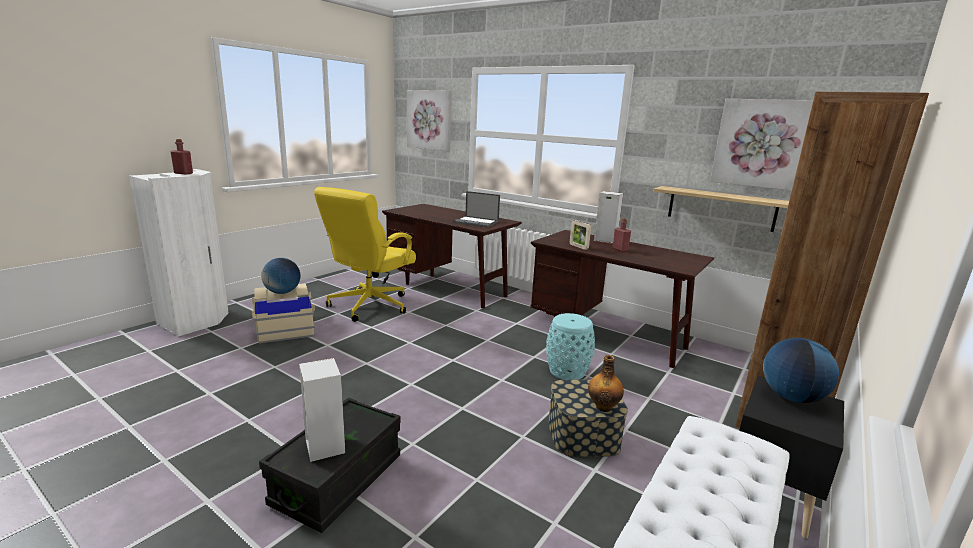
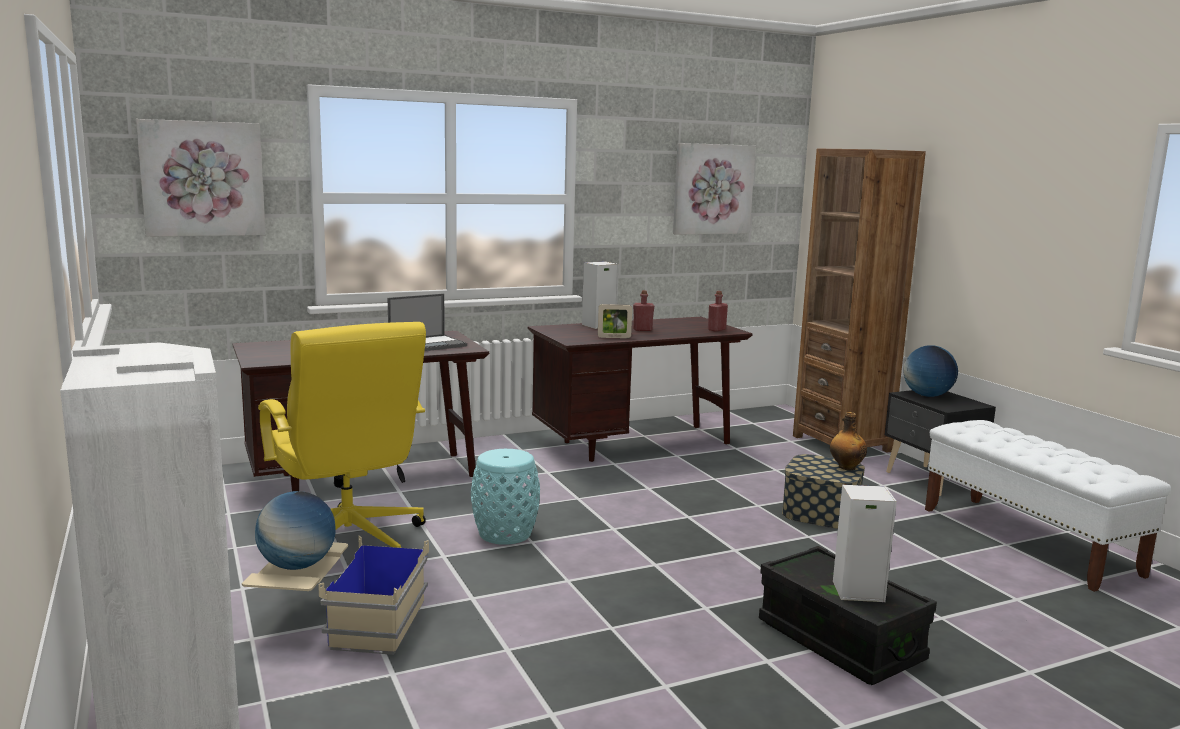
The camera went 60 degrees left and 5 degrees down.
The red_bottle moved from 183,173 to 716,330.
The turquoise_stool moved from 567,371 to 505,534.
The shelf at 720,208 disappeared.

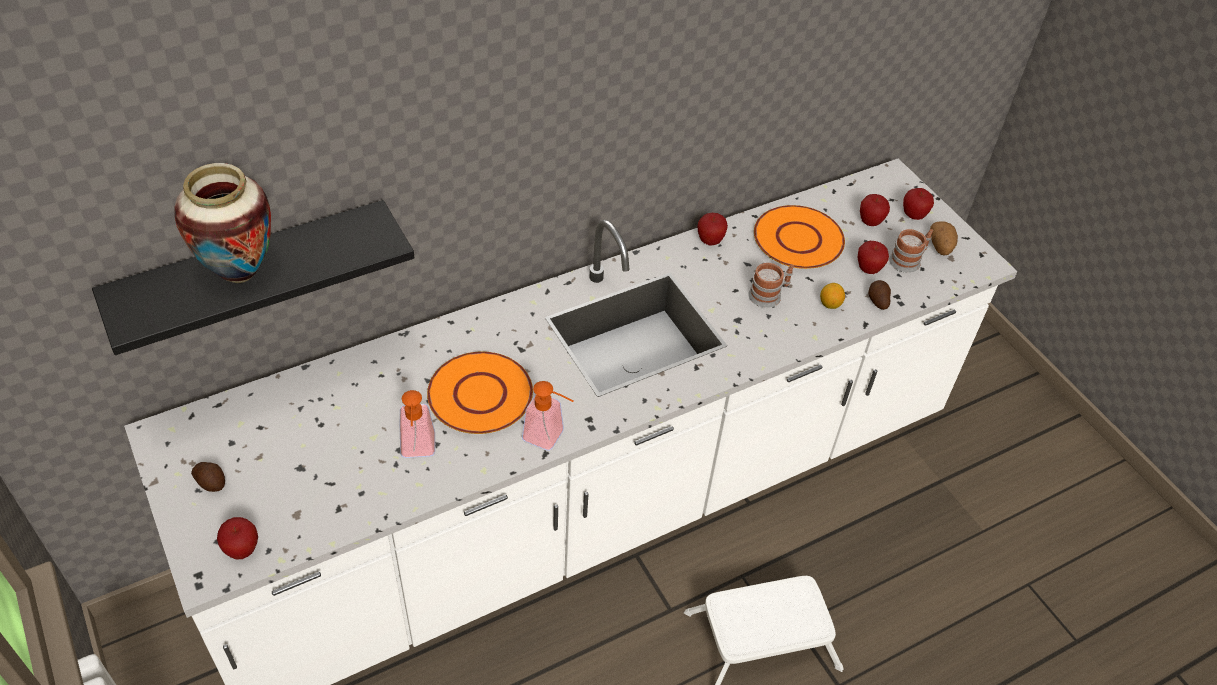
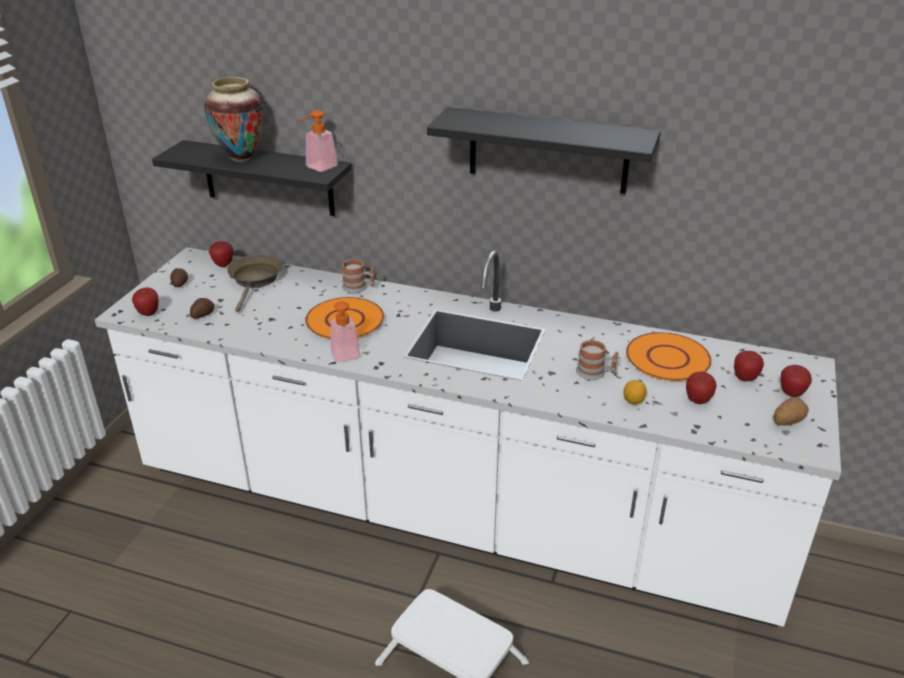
The camera went 50 degrees right and 15 degrees down.
The soap_dispenser moved from 418,451 to 317,168.
The apple moved from 710,241 to 223,265.
The potato moved from 877,300 to 202,314.
The mug moved from 908,260 to 359,288.
The brown_frying_pan at 255,280 appeared.
The black_shelf at 548,151 appeared.

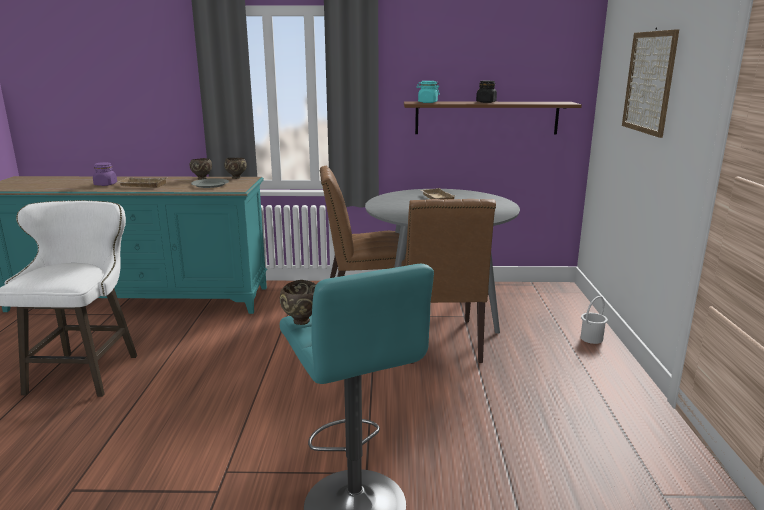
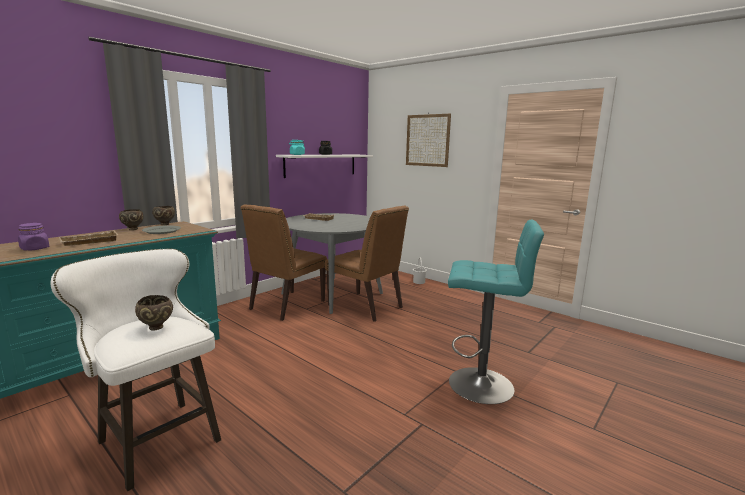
The camera went 50 degrees left and 5 degrees down.
The brown_bowl moved from 302,322 to 157,328.
The brown_shelf at 486,118 became the white_shelf at 321,165.

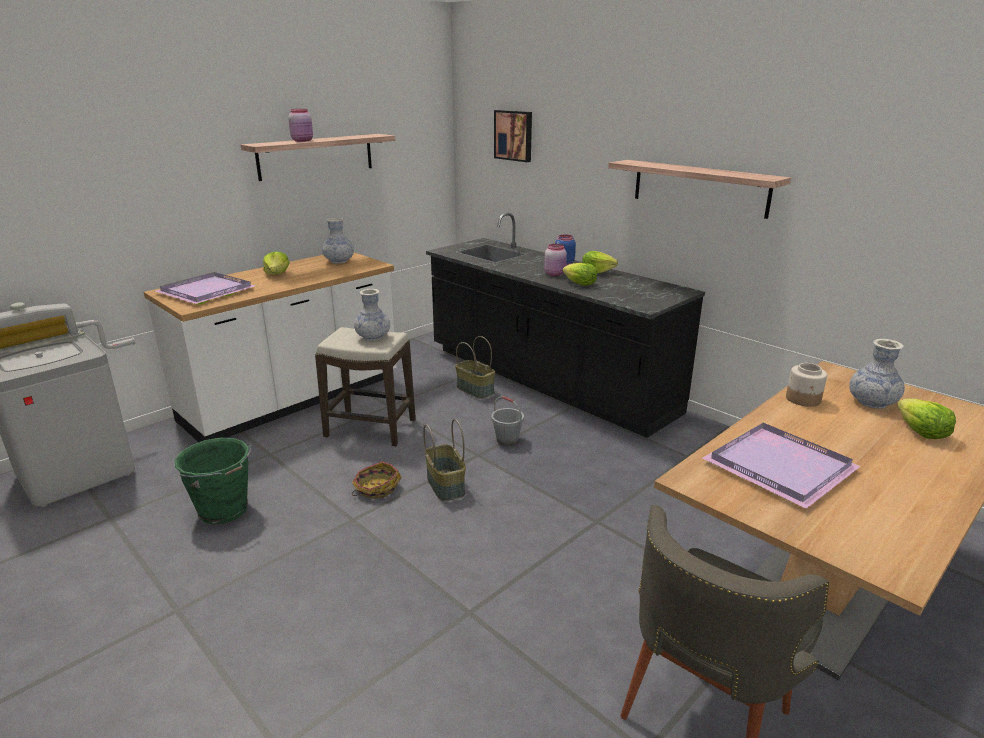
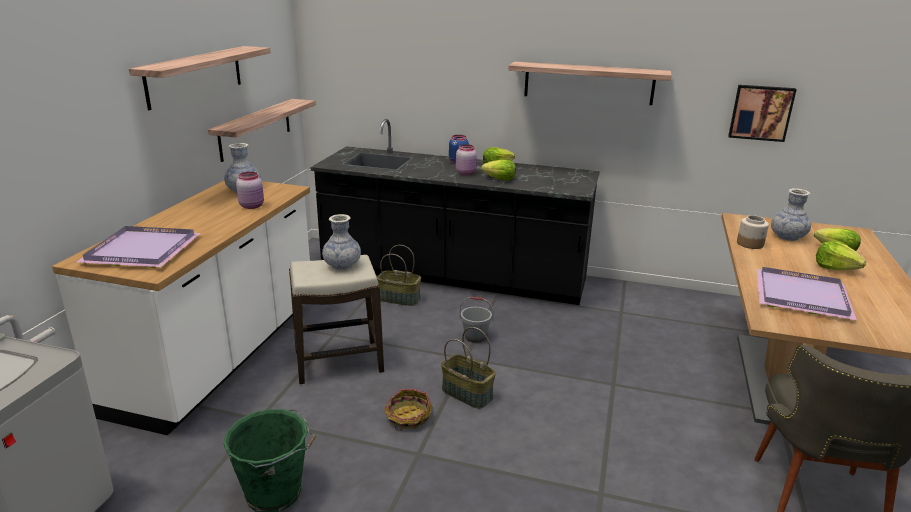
The camera went 30 degrees left and 0 degrees up.
The lettuce moved from 277,274 to 835,268.
The pink_jar moved from 303,141 to 252,206.
The picture moved from 514,135 to 761,112.
The shelf at 255,129 appeared.

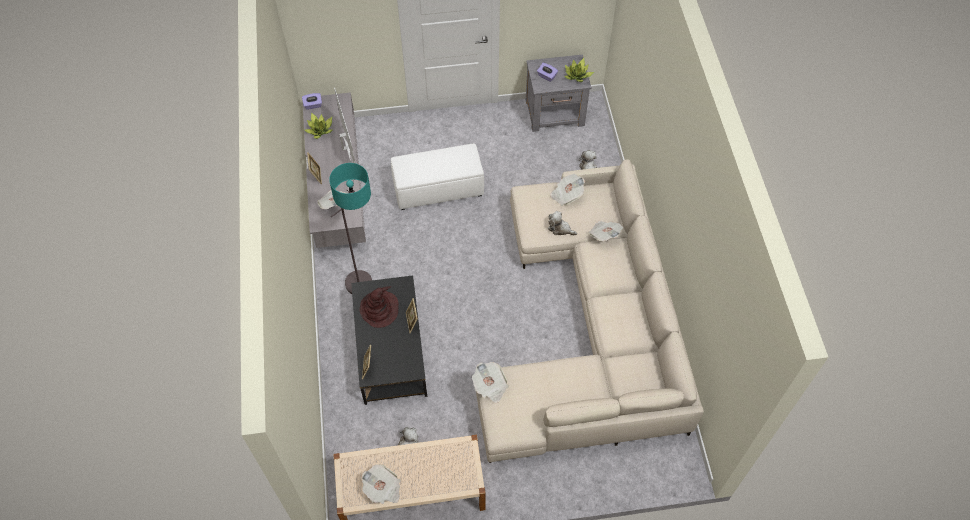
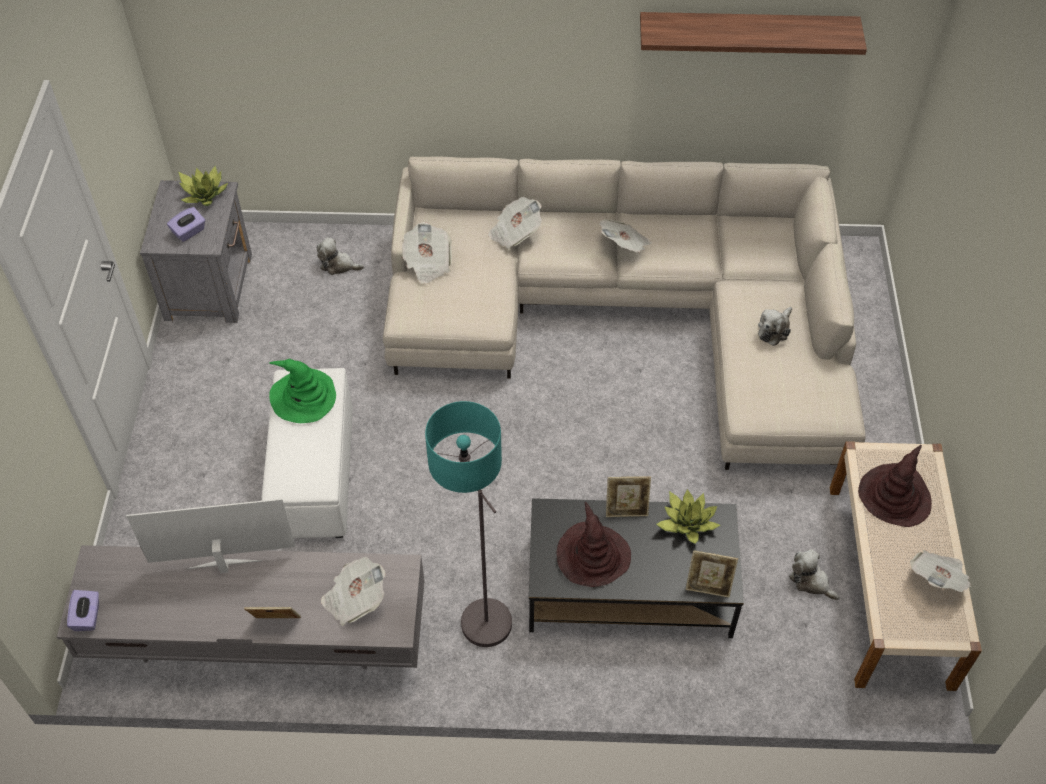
The camera went 80 degrees left and 5 degrees down.
The potted_plant moved from 320,130 to 686,523.
The newspaper moved from 490,386 to 625,245.
The plush_toy moved from 560,228 to 774,330.
The green_hat at 304,397 appeared.
The shelf at 747,32 appeared.
The brown_hat at 894,496 appeared.

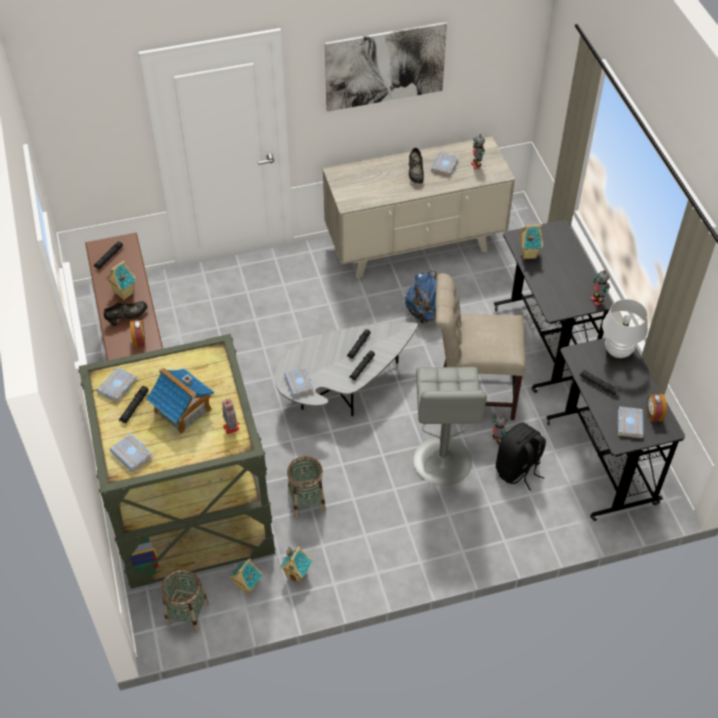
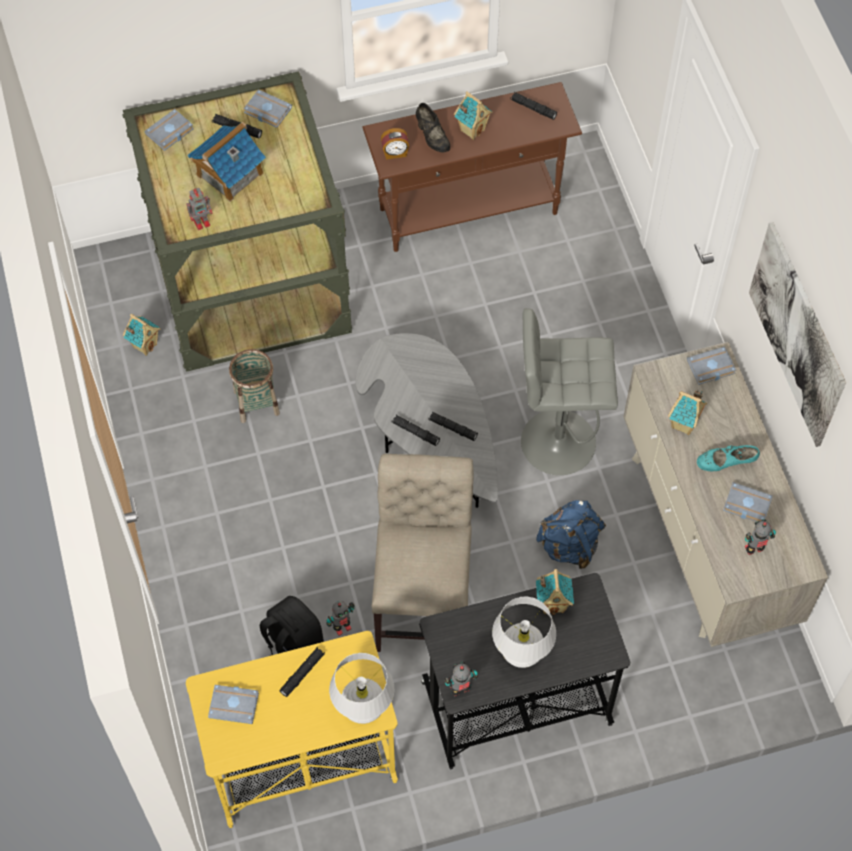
The camera went 90 degrees right and 10 degrees up.
The basket at 187,614 disappeared.
The toy_house moved from 297,574 to 684,425.
The grey_book moved from 300,384 to 710,368.
The black_shoe at 415,174 became the turquoise_shoe at 725,463.
The grey_stool moved from 442,461 to 557,441.
The black_desk at 601,462 became the yellow_desk at 301,760.
The alarm_clock at 653,414 disappeared.
The white_table_lamp at 521,652 appeared.

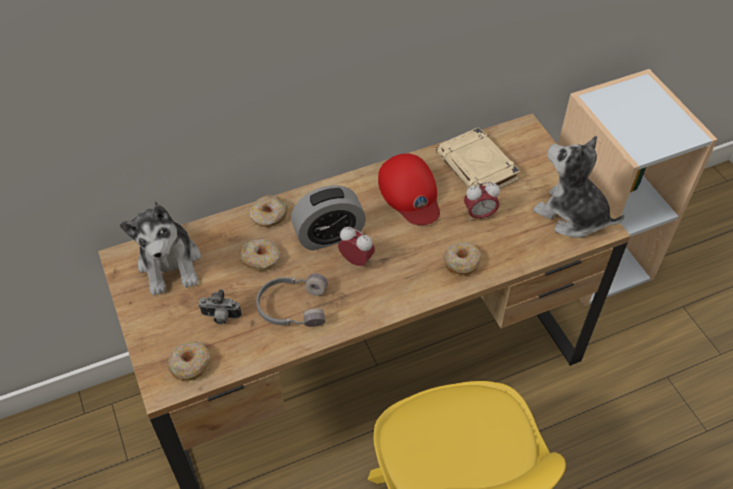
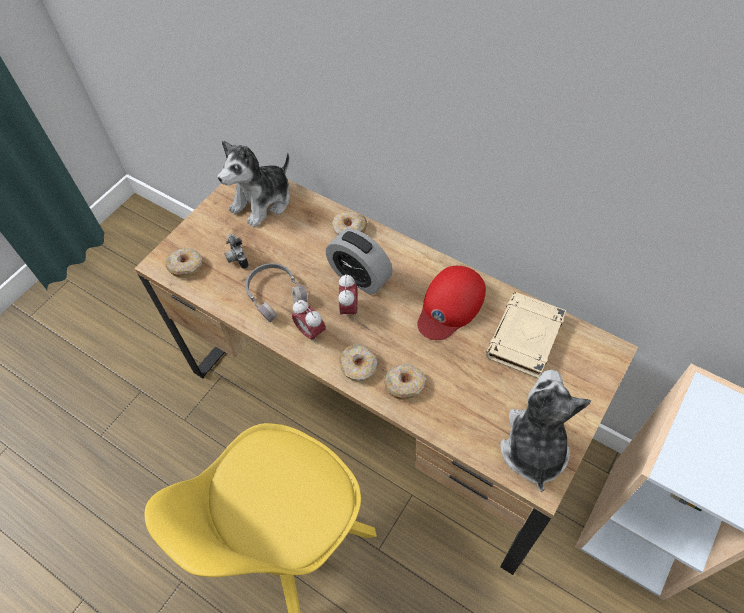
The camera went 60 degrees right and 5 degrees up.
The donut moved from 261,258 to 359,366.
The alarm_clock moved from 479,215 to 310,332.

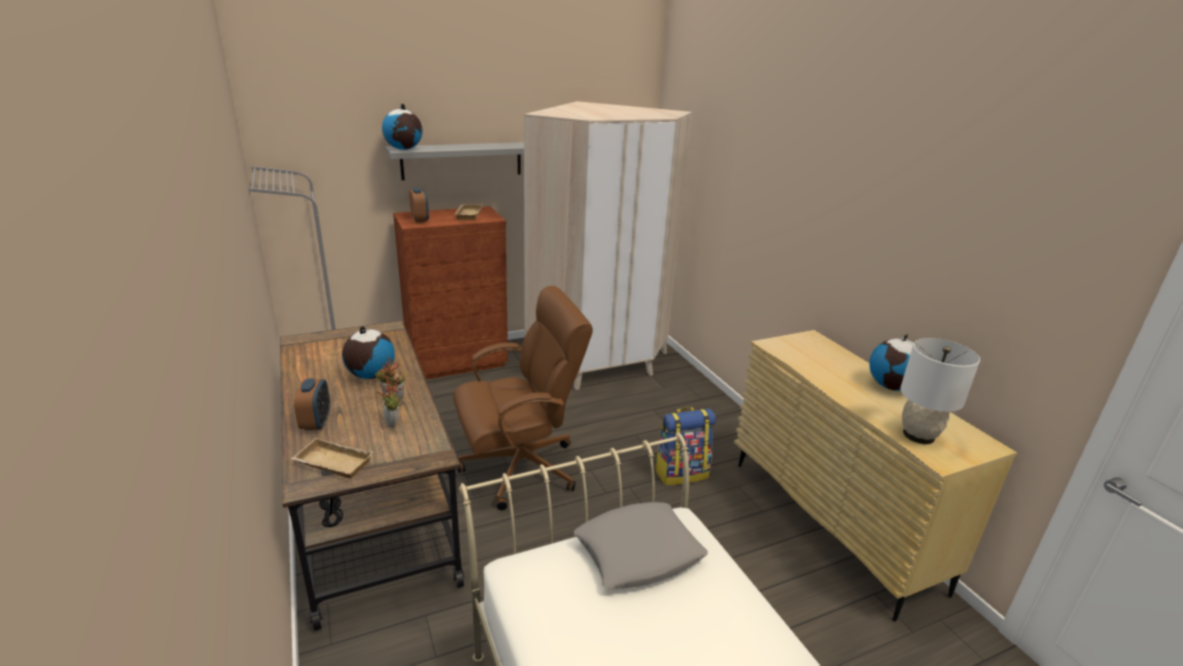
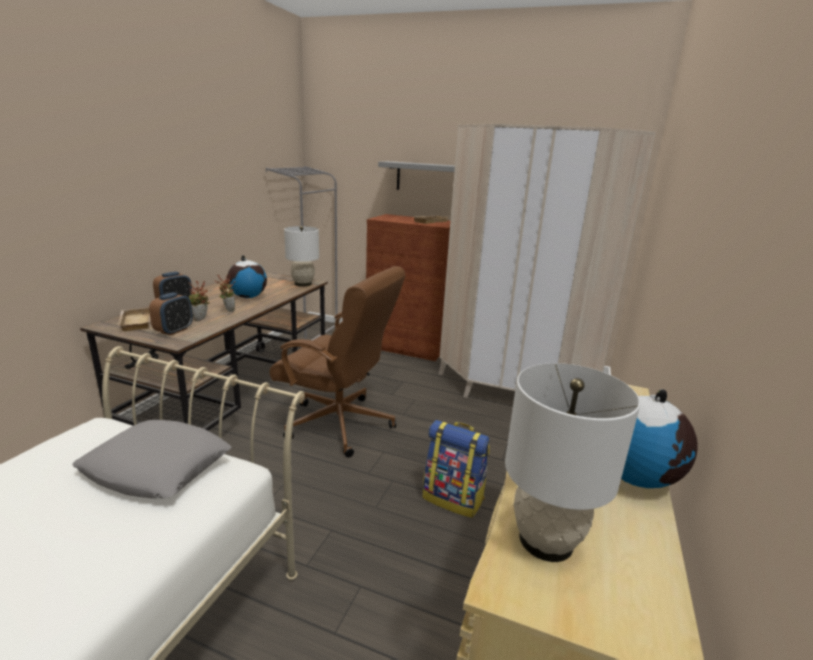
The camera went 45 degrees right and 5 degrees down.
The globe at 404,149 disappeared.
The alarm_clock moved from 420,219 to 174,331.
The white_table_lamp at 303,284 appeared.

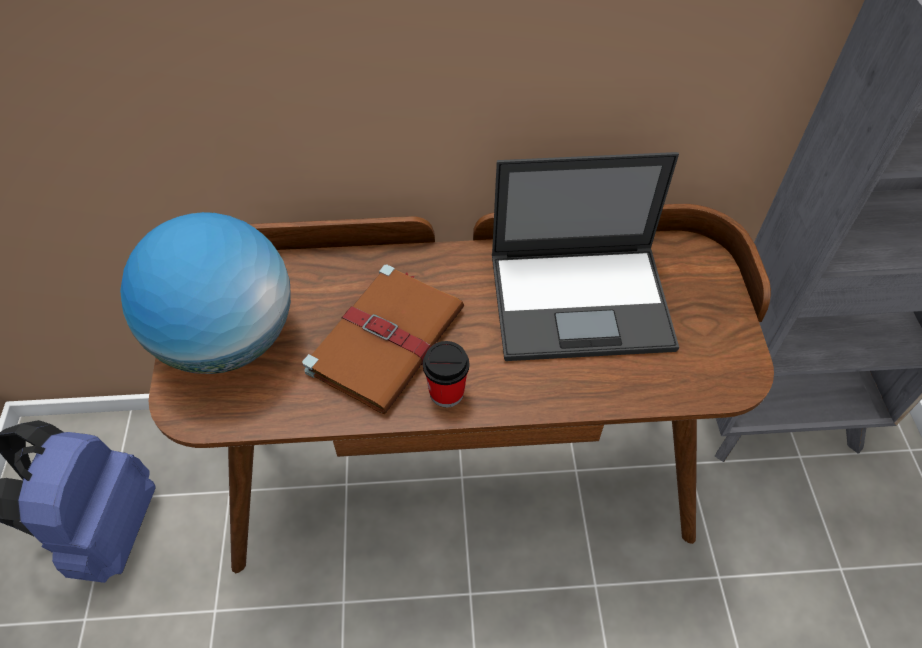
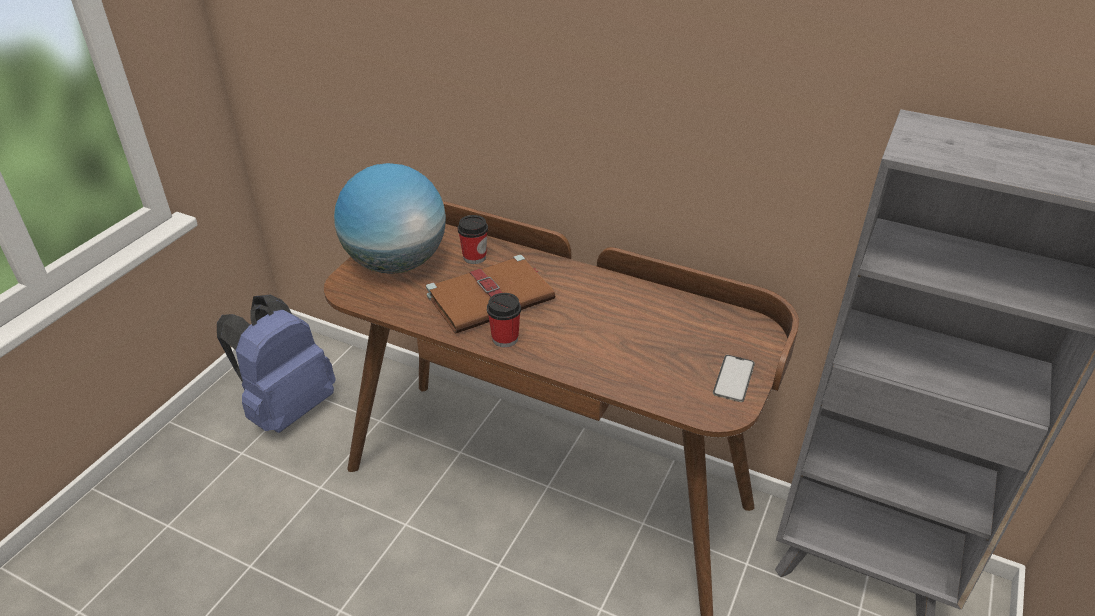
The camera went 30 degrees right and 15 degrees down.
The laptop at 582,301 disappeared.
The cup at 474,257 appeared.
The phone at 733,378 appeared.

